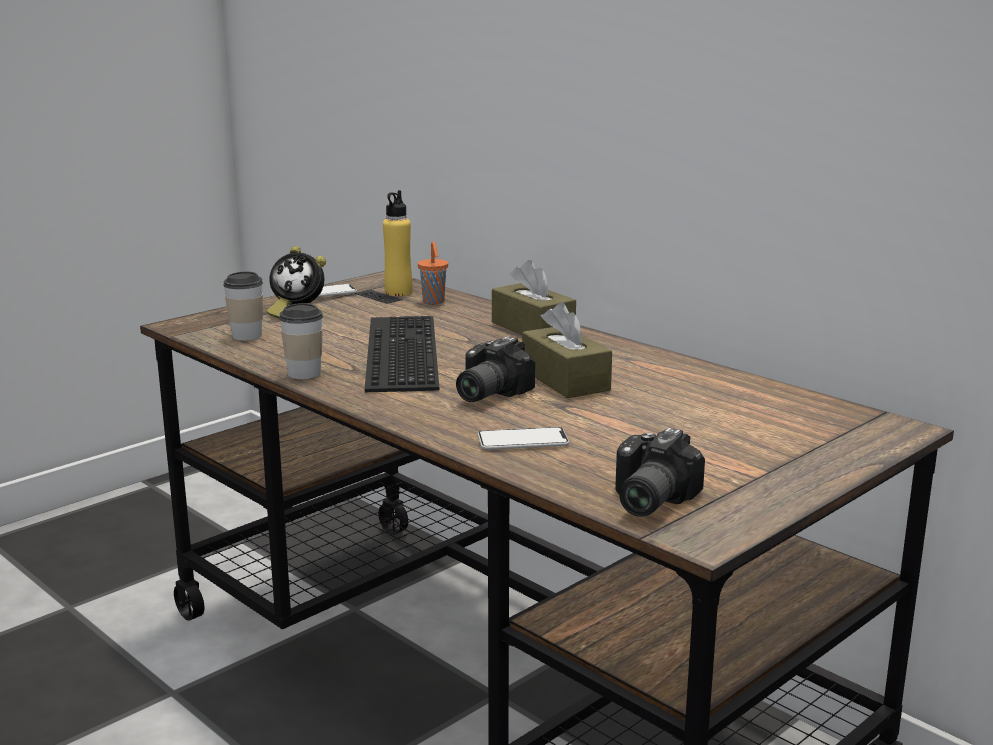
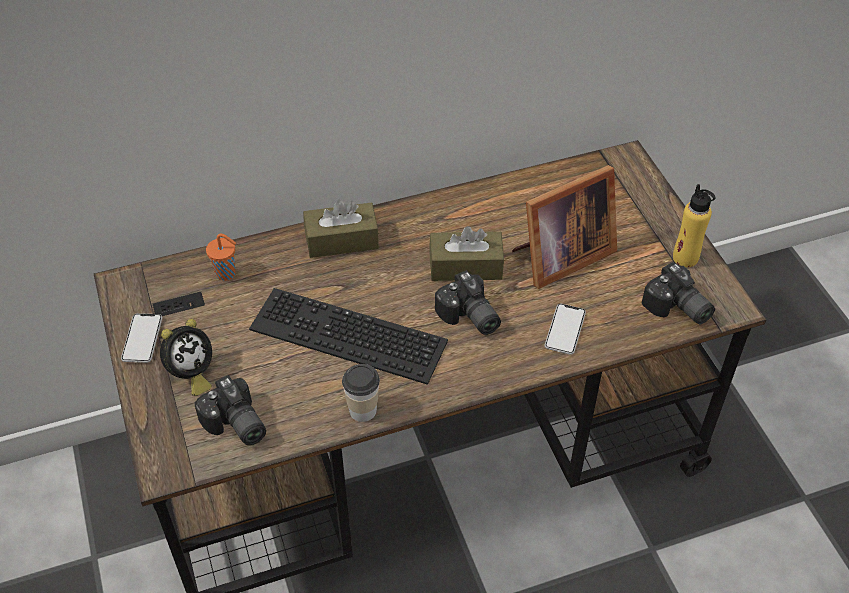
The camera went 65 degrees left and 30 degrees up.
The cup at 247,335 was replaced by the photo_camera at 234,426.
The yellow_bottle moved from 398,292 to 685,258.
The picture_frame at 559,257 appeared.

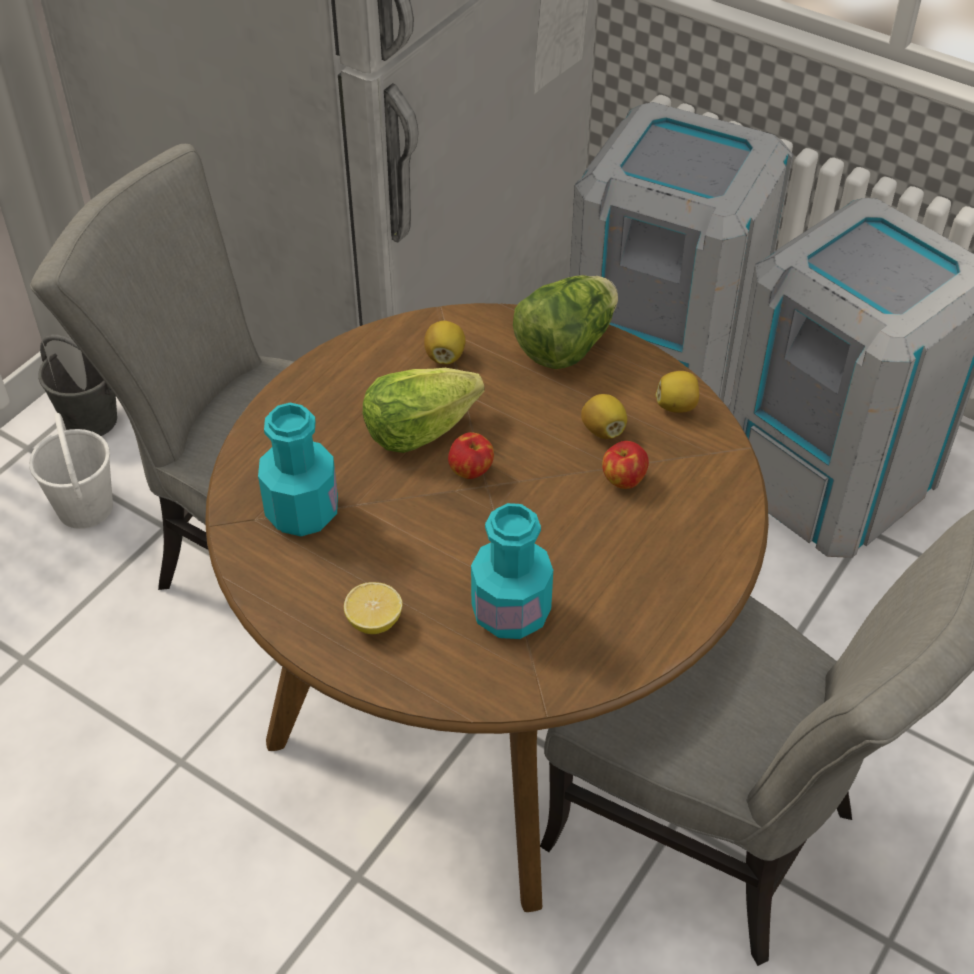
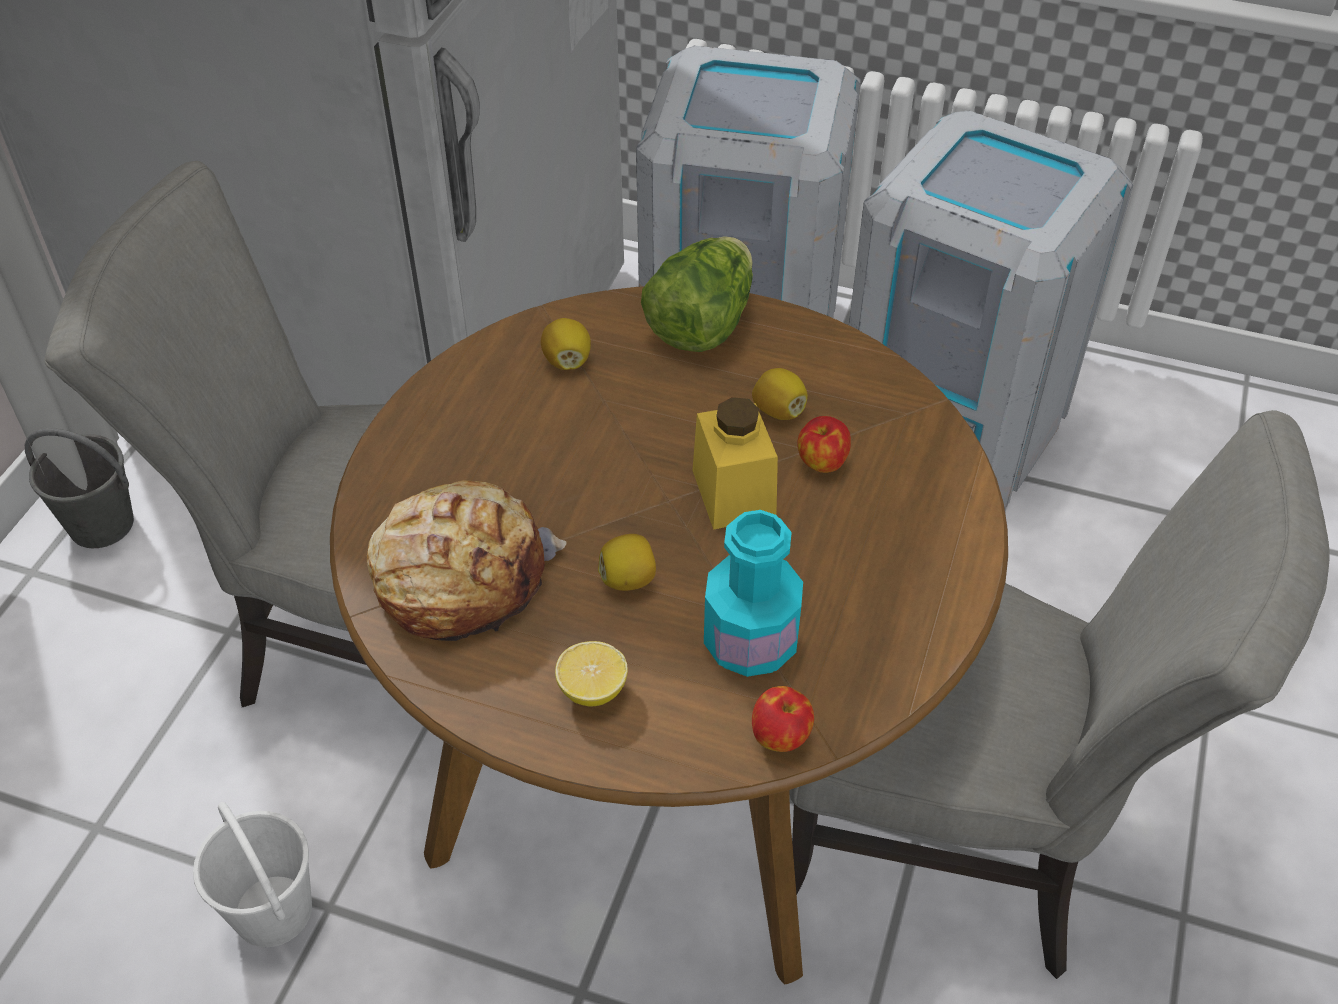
The camera went 15 degrees left and 0 degrees up.
The white_bucket moved from 85,507 to 272,910.
The turquoise_bottle at 302,511 was replaced by the bread at 459,575.
The lettuce at 418,430 disappeared.
The apple moved from 471,471 to 781,736.
The lemon moved from 677,406 to 628,579.
The yellow_jar at 733,493 appeared.

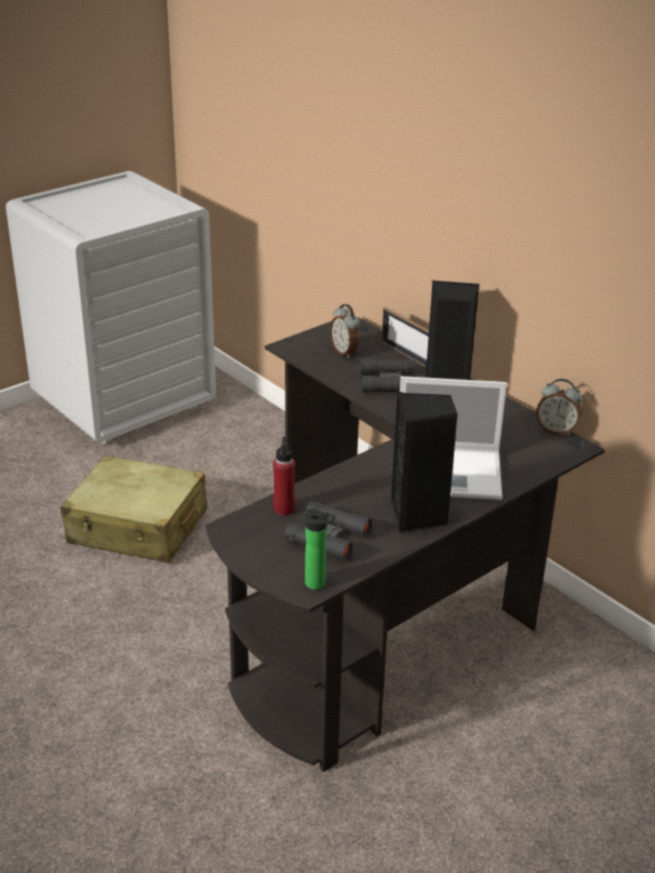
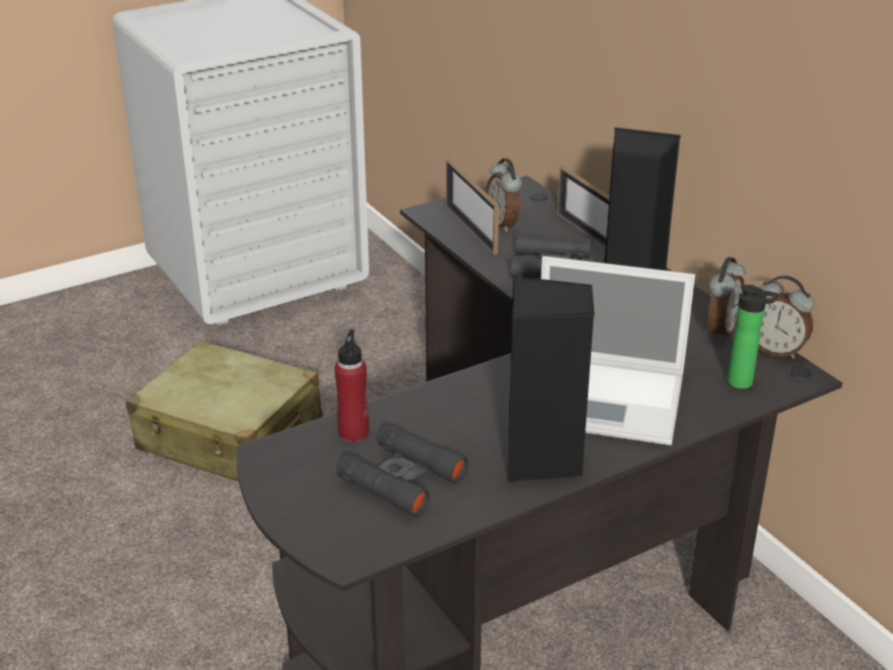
The camera went 10 degrees right and 0 degrees up.
The bottle moved from 318,584 to 744,383.
The picture_frame at 471,229 appeared.
The alarm_clock at 721,330 appeared.

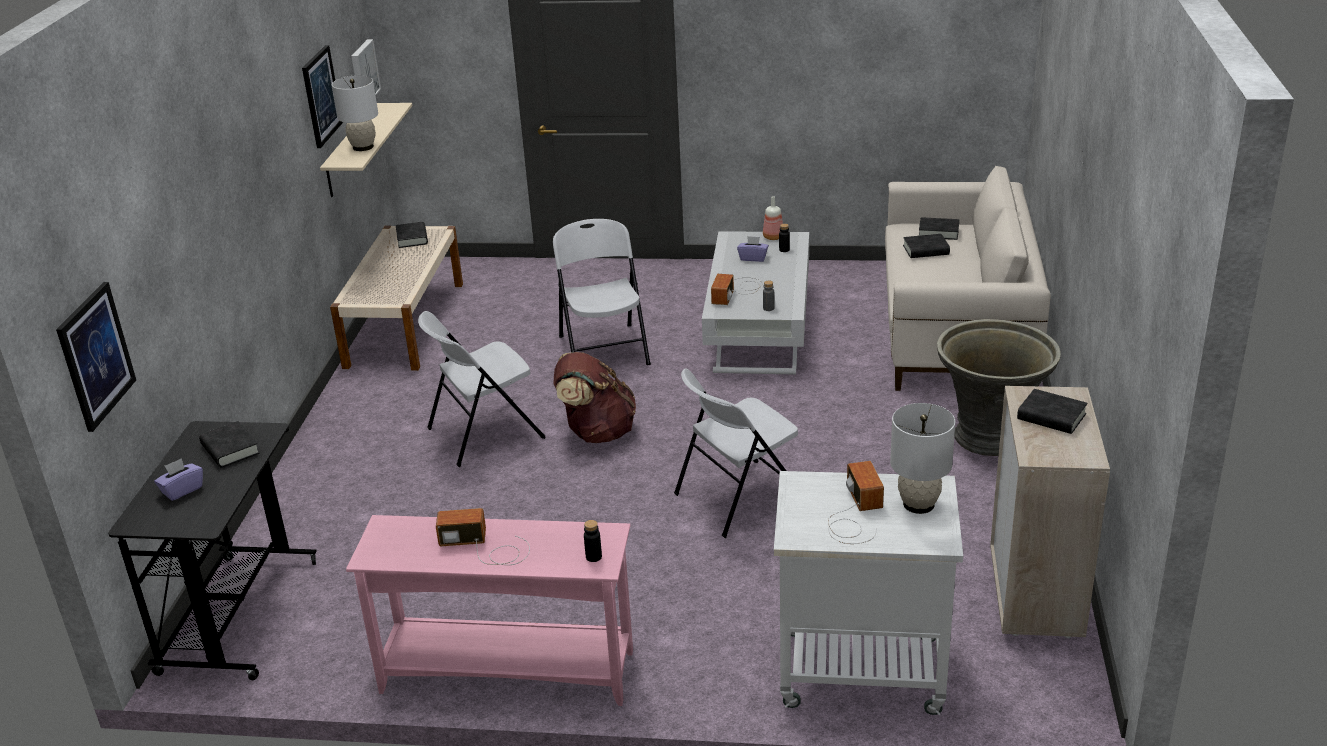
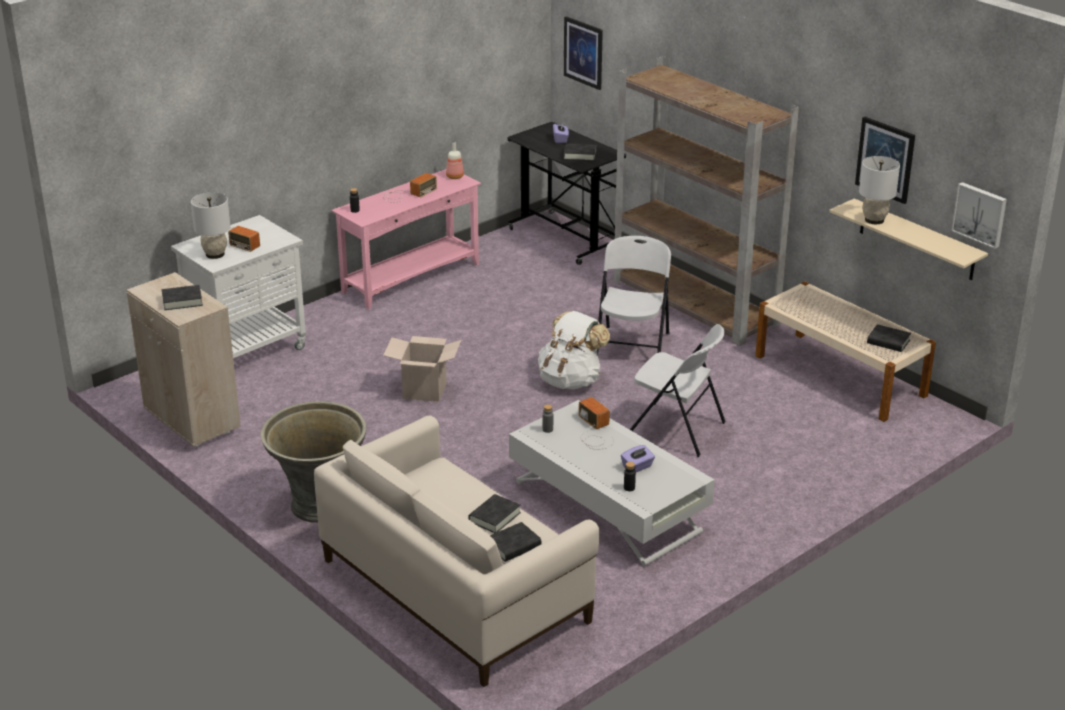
The camera went 130 degrees right and 0 degrees up.
The brown_backpack at 596,432 became the white_backpack at 571,380.
The white_chair at 740,497 was replaced by the cardboard_box at 424,391.
The bottle moved from 774,237 to 454,177.
The brown_bookcase at 694,303 appeared.

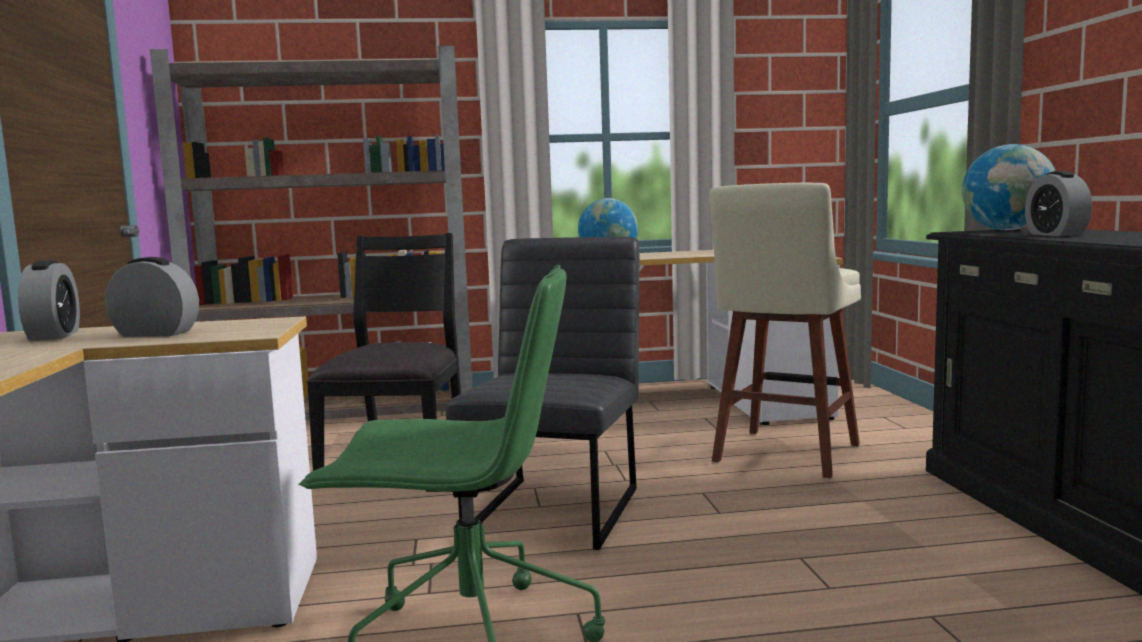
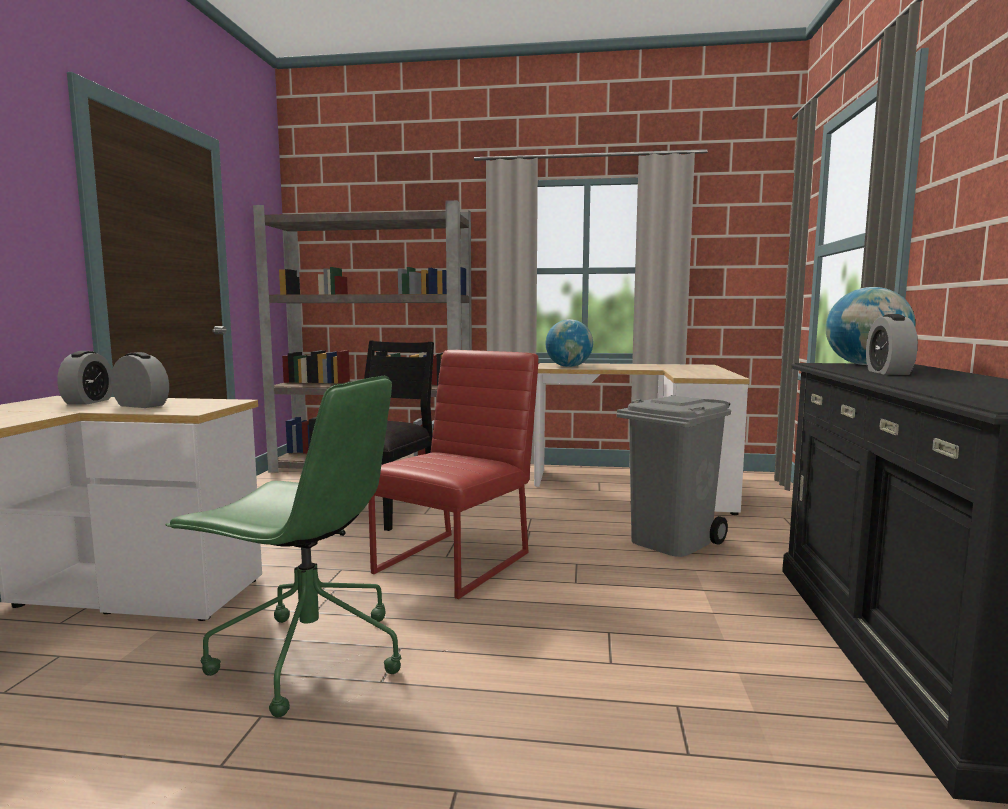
The camera went 15 degrees right and 0 degrees up.
The grey_chair at 557,509 became the red_chair at 456,561.
The beige_stool at 785,455 was replaced by the grey_trash_can at 670,540.

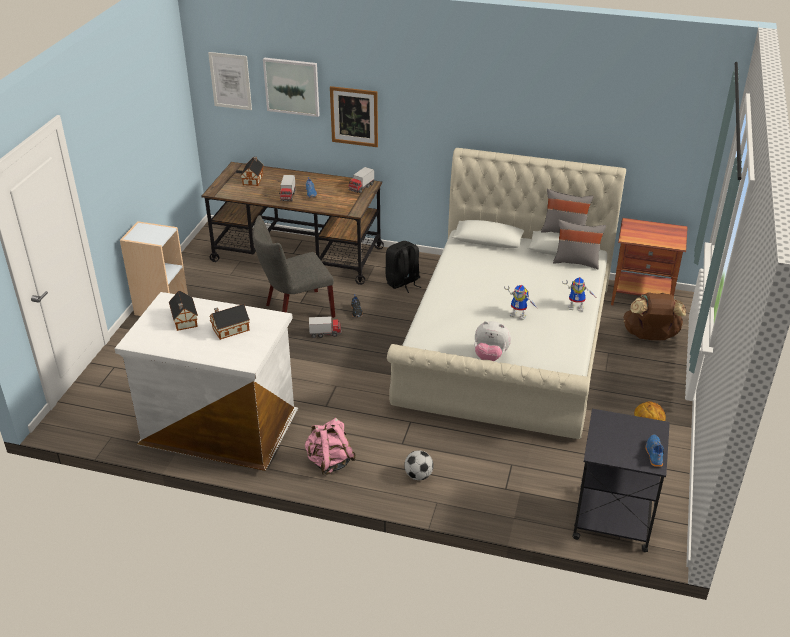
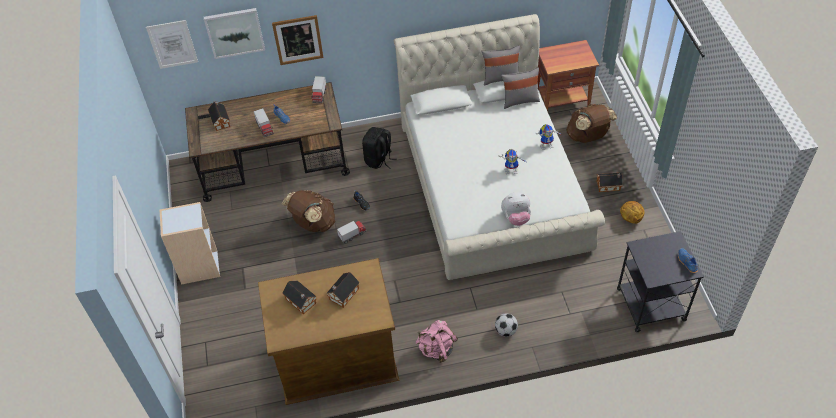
The camera went 25 degrees left and 15 degrees up.
The white_dresser at 219,432 became the brown_dresser at 336,362.
The grey_chair at 295,311 was replaced by the brown_backpack at 313,223.
The toy_house at 609,186 appeared.

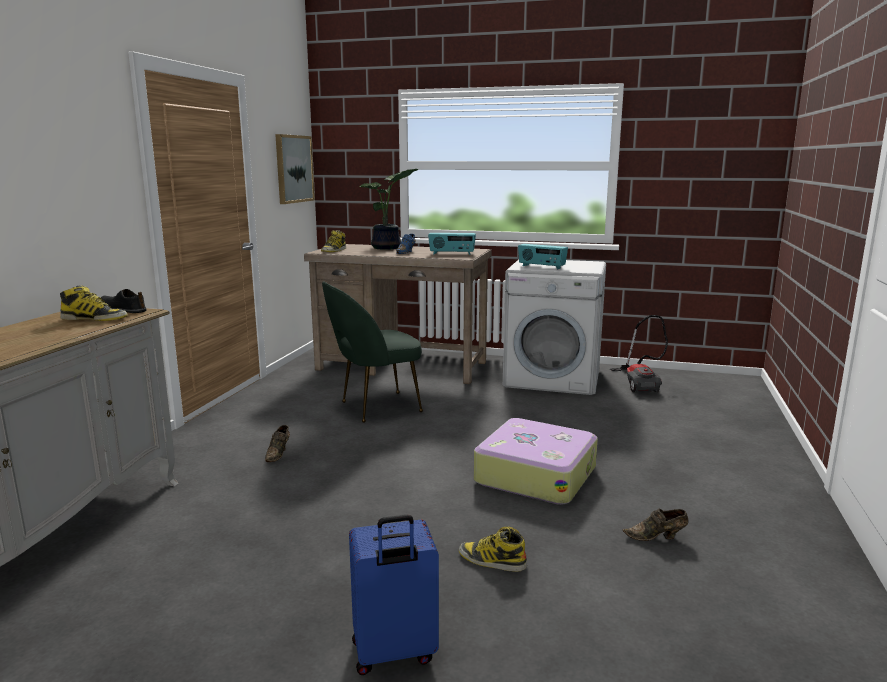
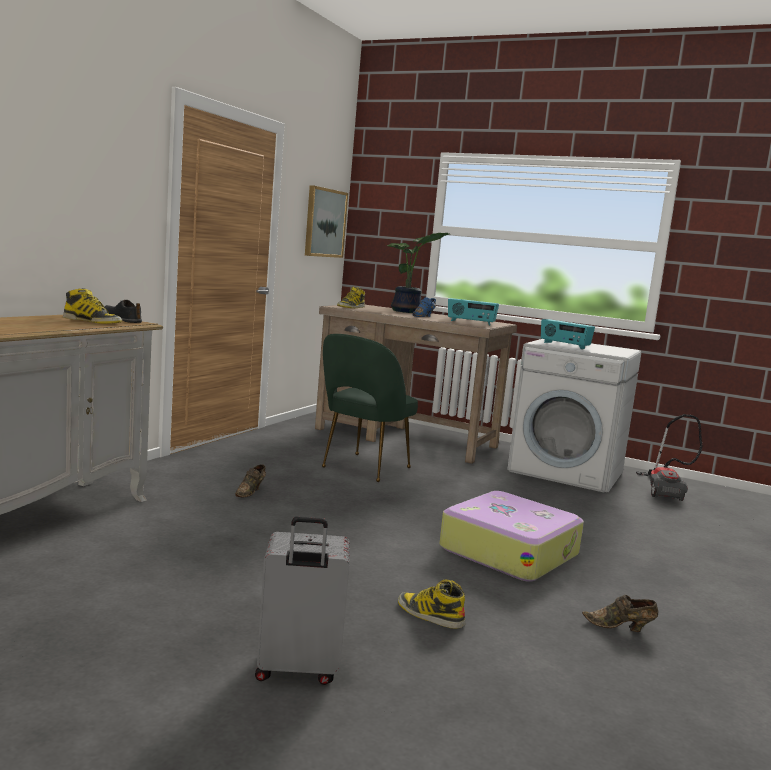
The camera went 10 degrees right and 5 degrees down.
The green_chair at 374,408 turned 45 degrees counterclockwise.
The blue_suitcase at 394,653 became the grey_suitcase at 297,670.

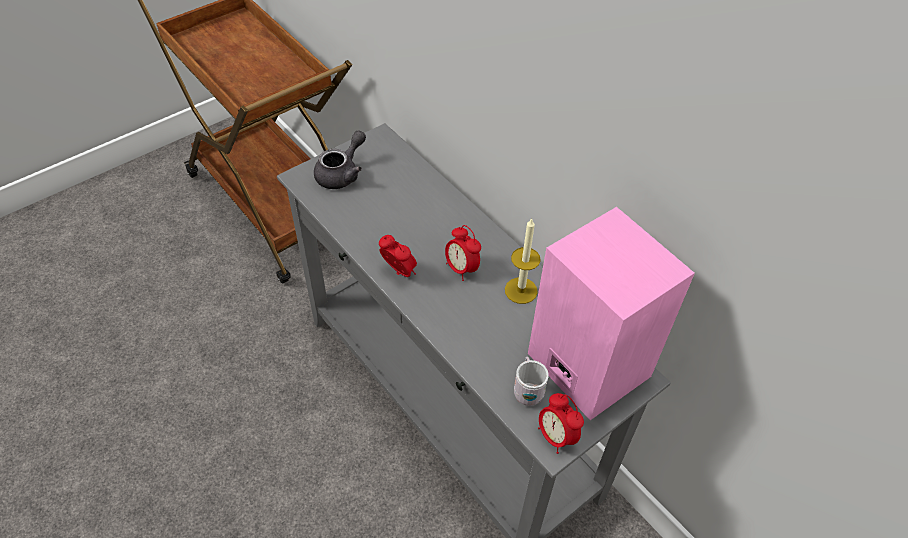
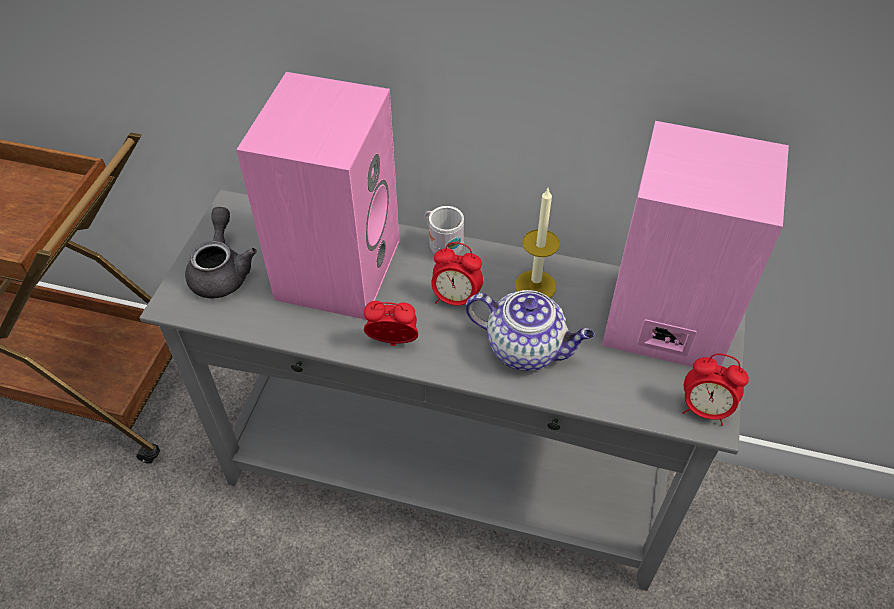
The camera went 35 degrees left and 0 degrees up.
The white_mug moved from 527,390 to 442,246.
The pink_speaker at 337,266 appeared.
The teapot at 526,348 appeared.

